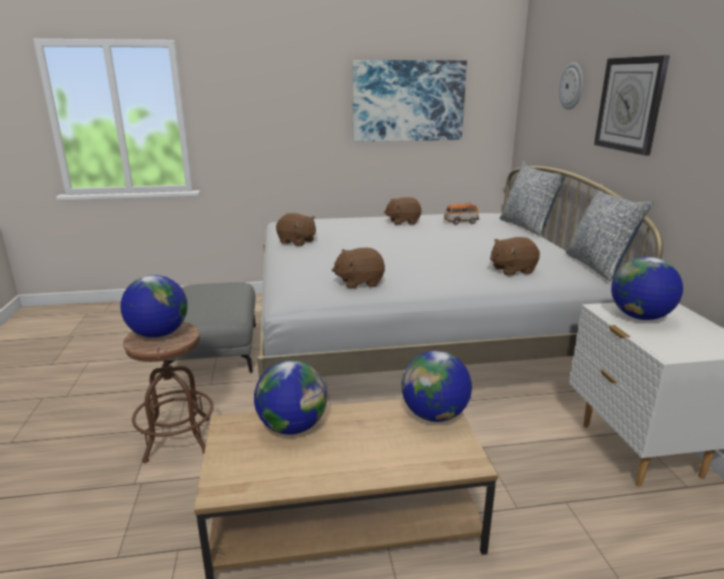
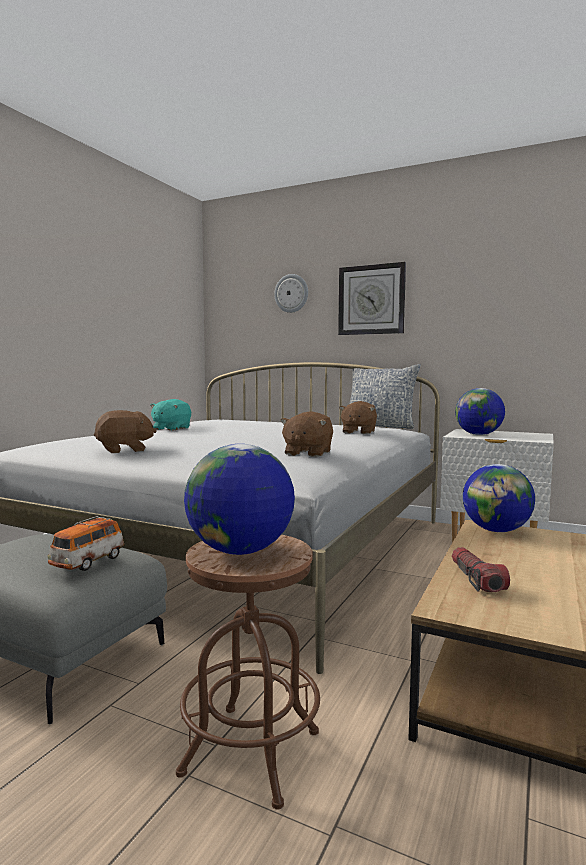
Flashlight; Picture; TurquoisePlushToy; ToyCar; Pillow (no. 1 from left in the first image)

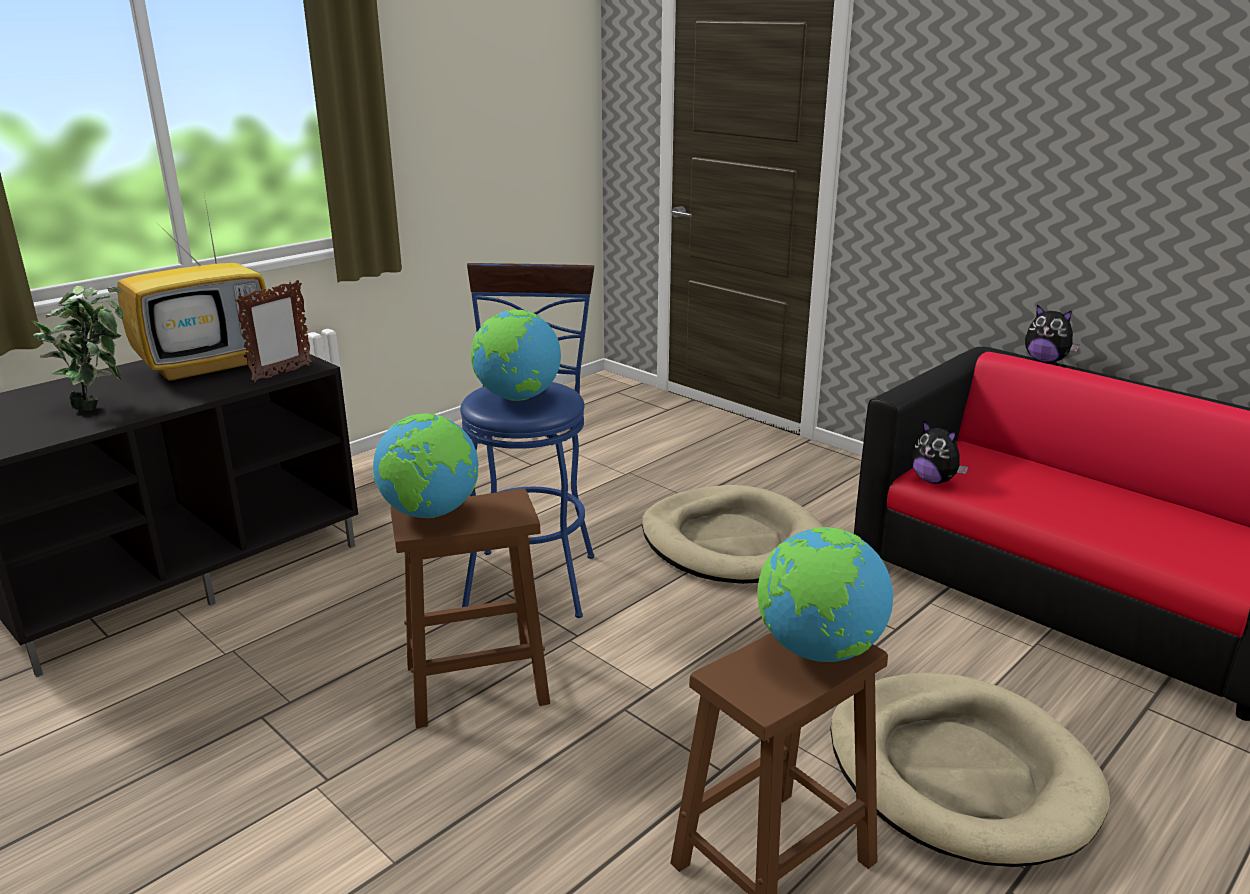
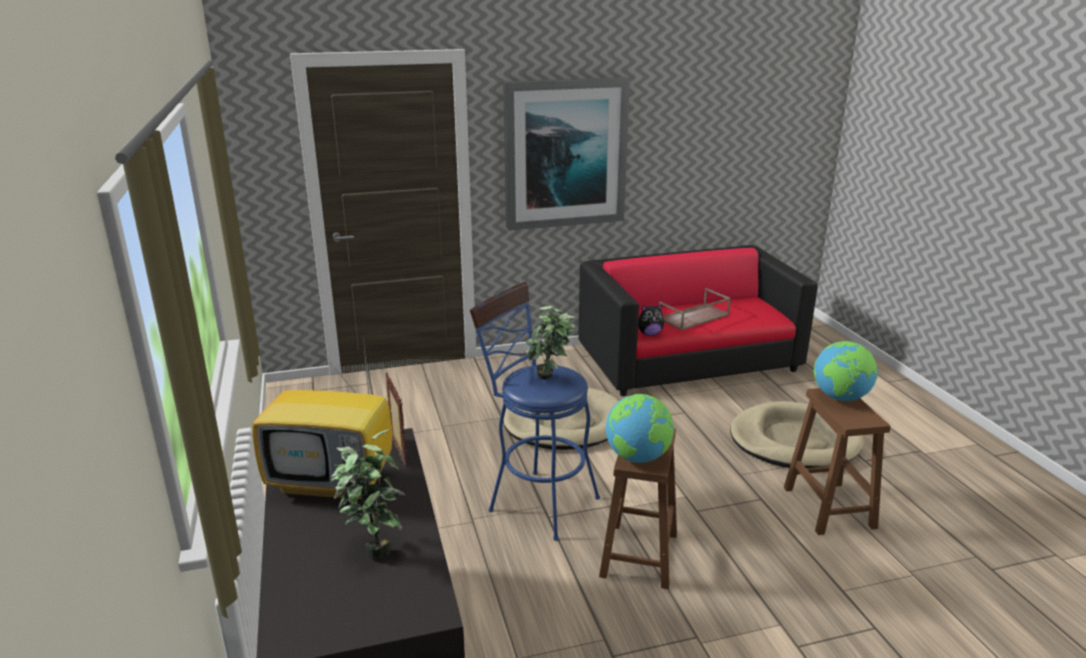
Television; PottedPlant (no. 2 from left); PlushToy (no. 2 from left in the first image); Picture; BrownTray

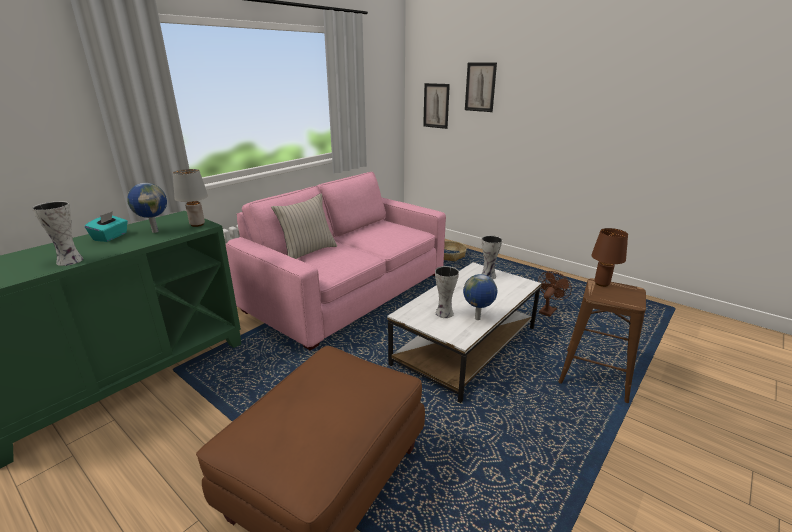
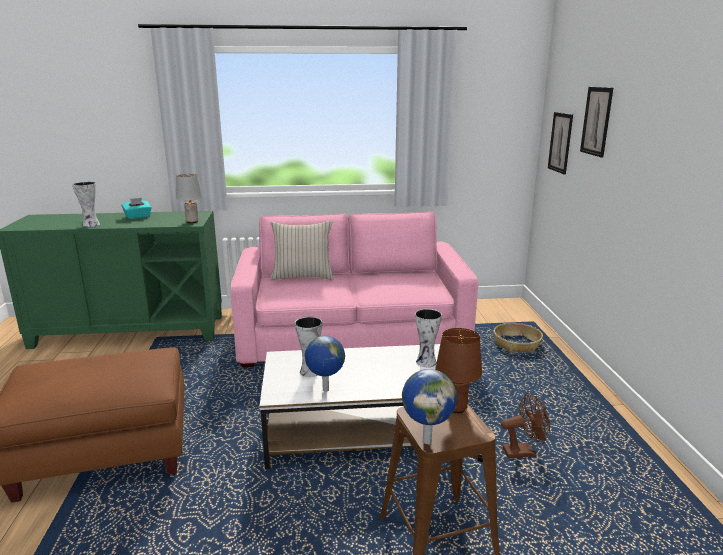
Globe (no. 2 from left)

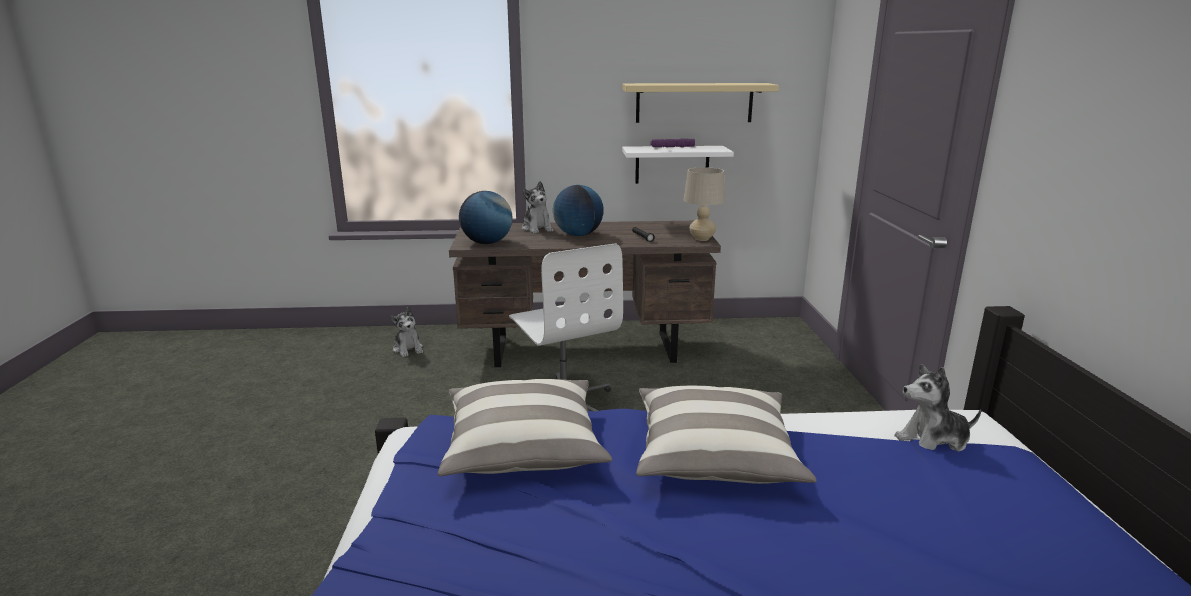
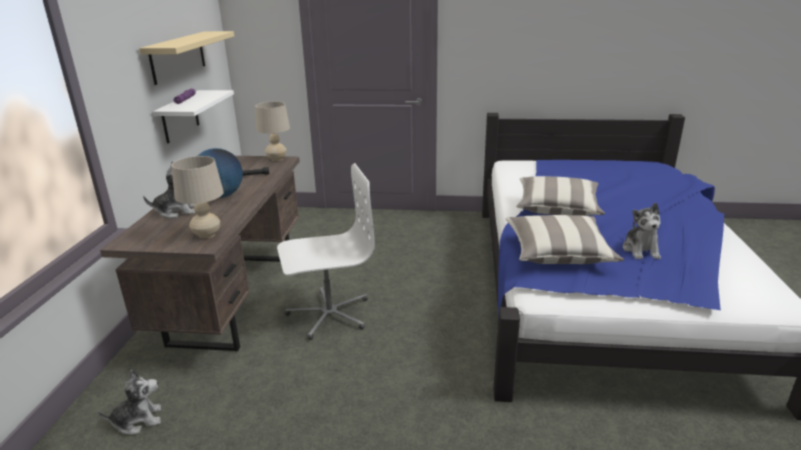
BeigeTableLamp (no. 1 from left); PlushToy (no. 3 from left)

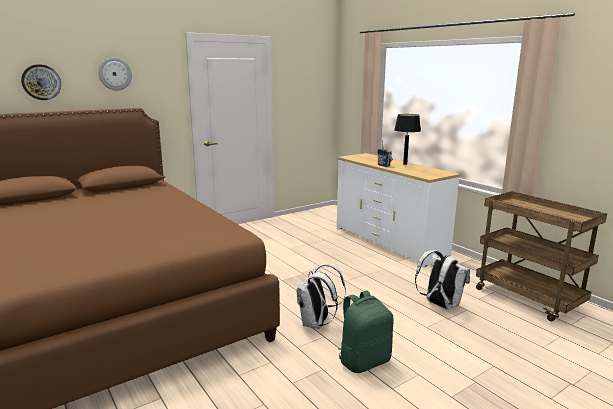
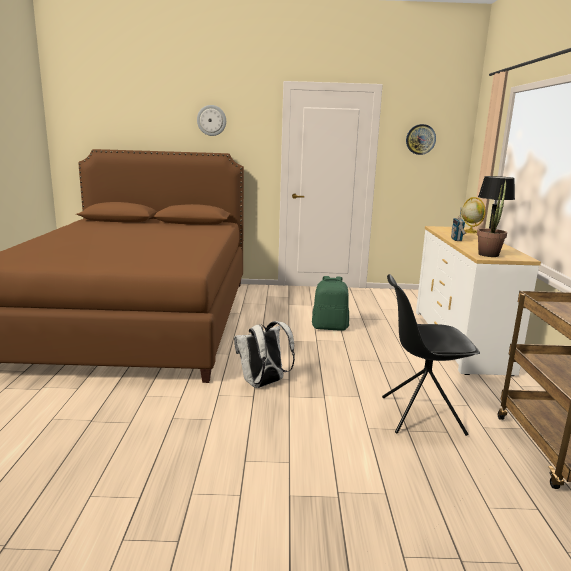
WallClock (no. 2 from left); GreenBackpack; BlackChair; Globe; PottedPlant

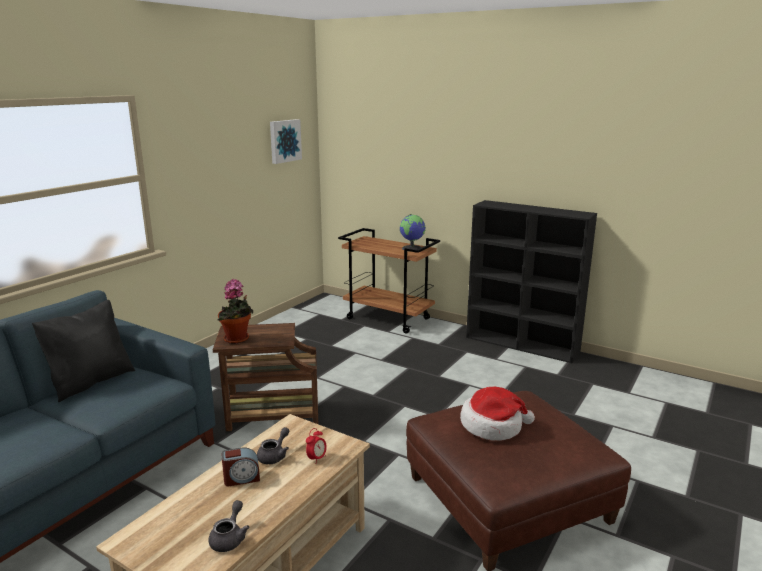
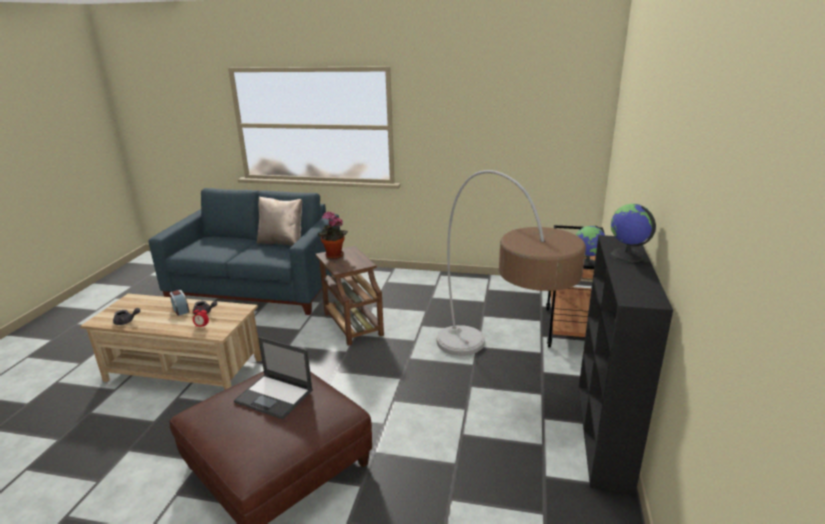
BeigePillow; Picture; Laptop; FloorLamp; Globe (no. 2 from left)

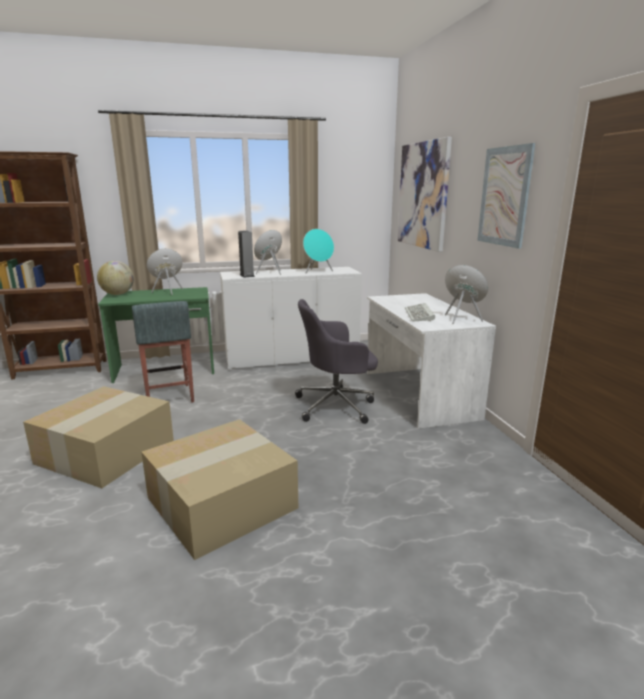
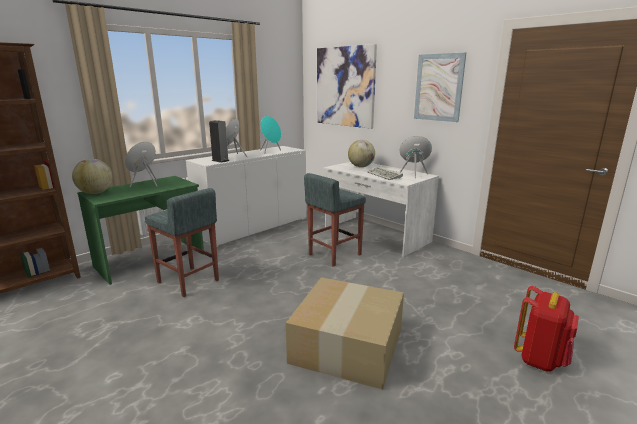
CardboardBox (no. 1 from left in the first image); GreyStool (no. 2 from left); Globe (no. 2 from left); RedBackpack

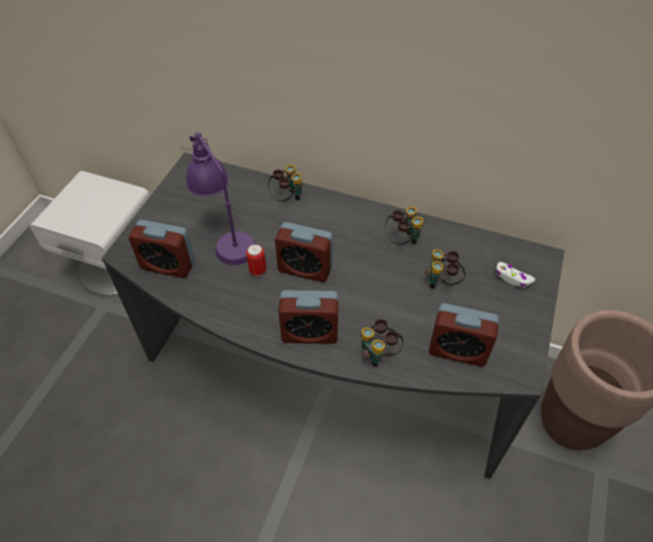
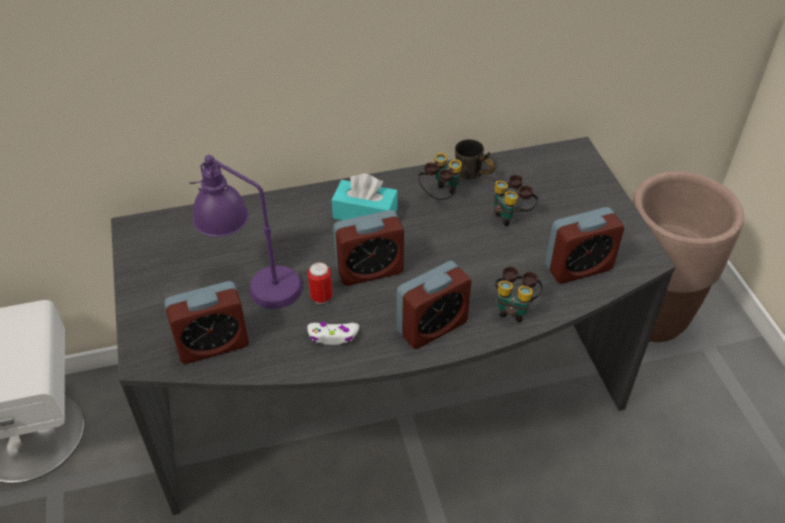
Binoculars (no. 1 from left in the first image); WhiteGameController; TurquoiseTissueBox; GreyMug

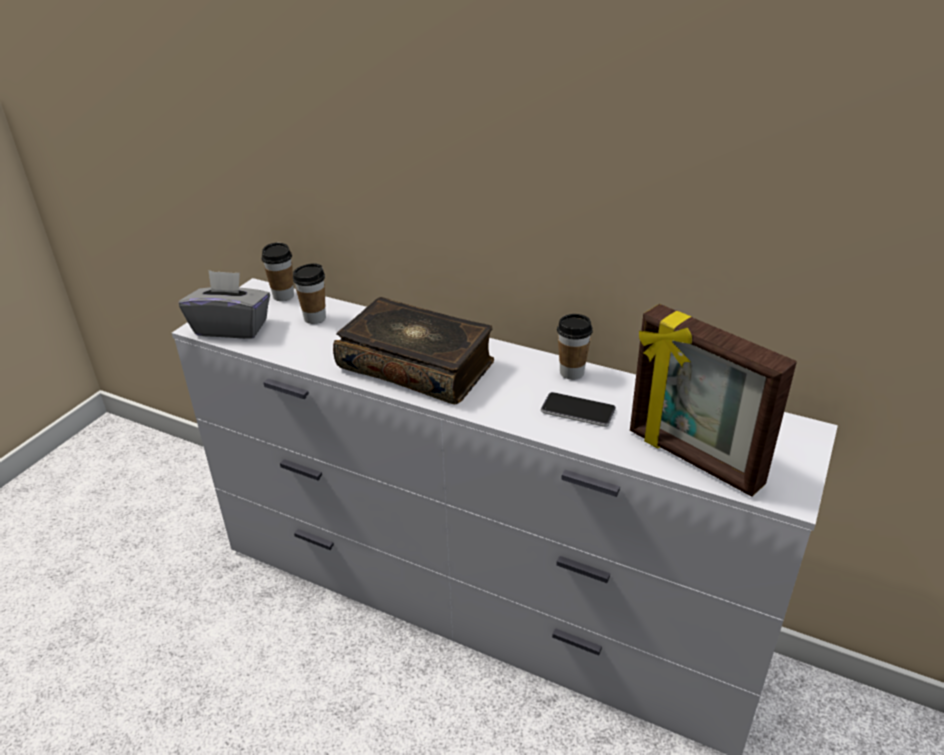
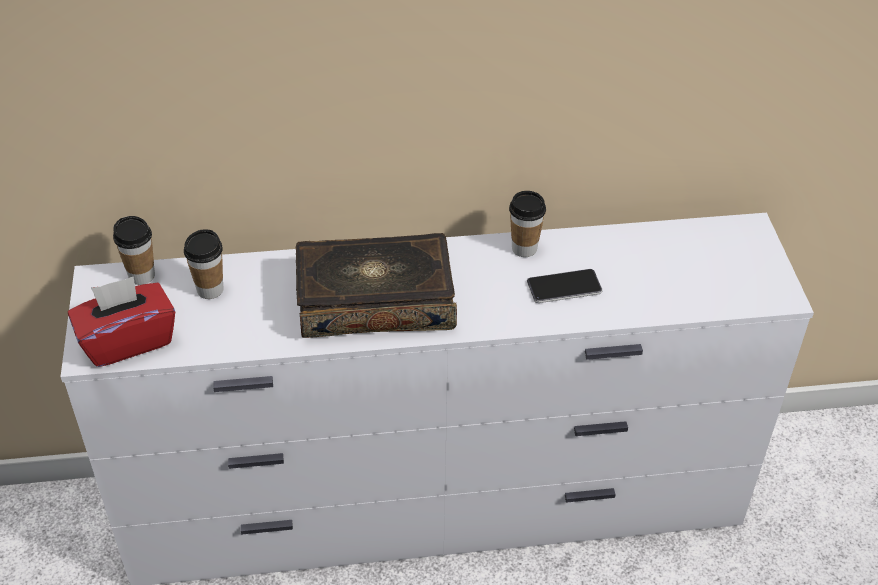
RedTissueBox; PictureFrame

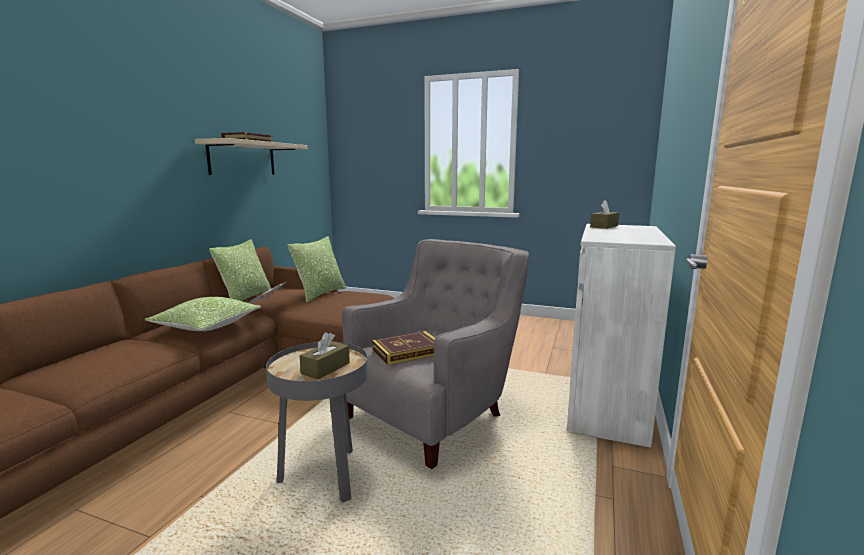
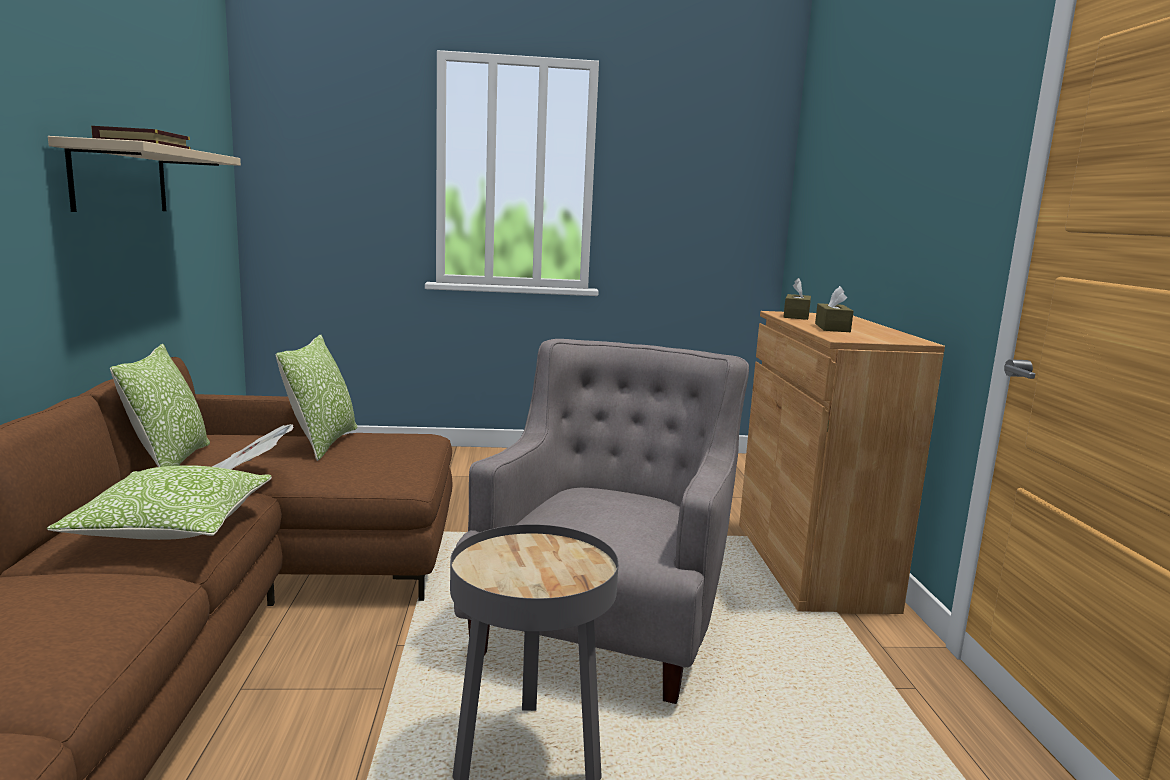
BrownTissueBox (no. 2 from left); Book (no. 2 from left in the first image); BrownCabinet

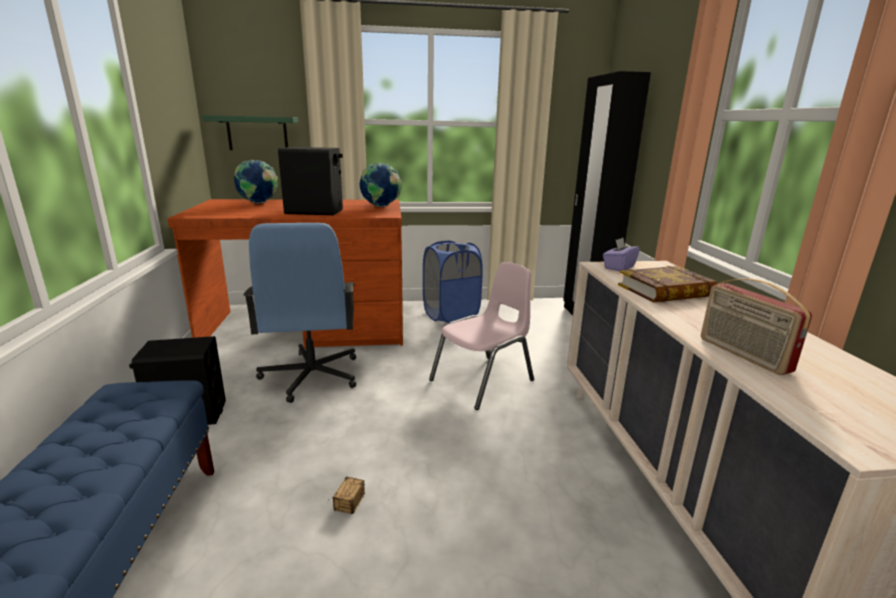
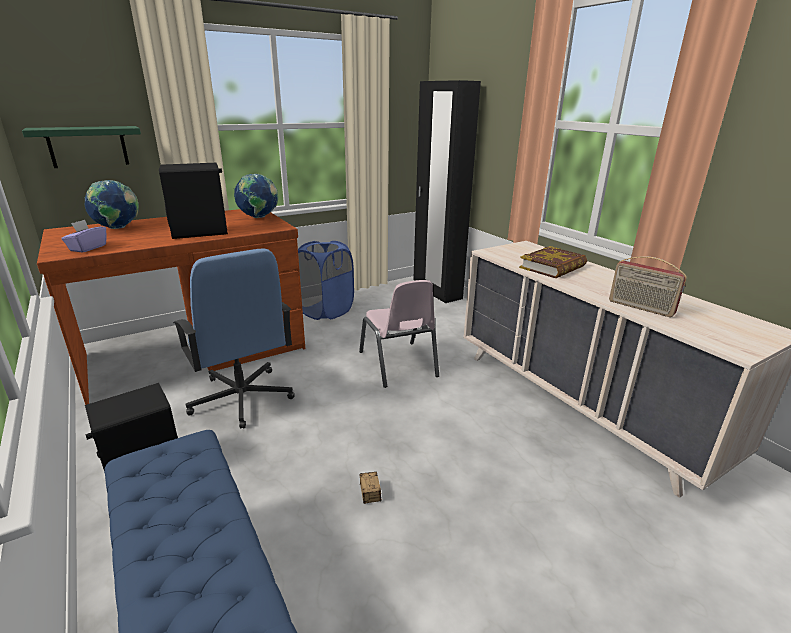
PinkChair; PurpleTissueBox

